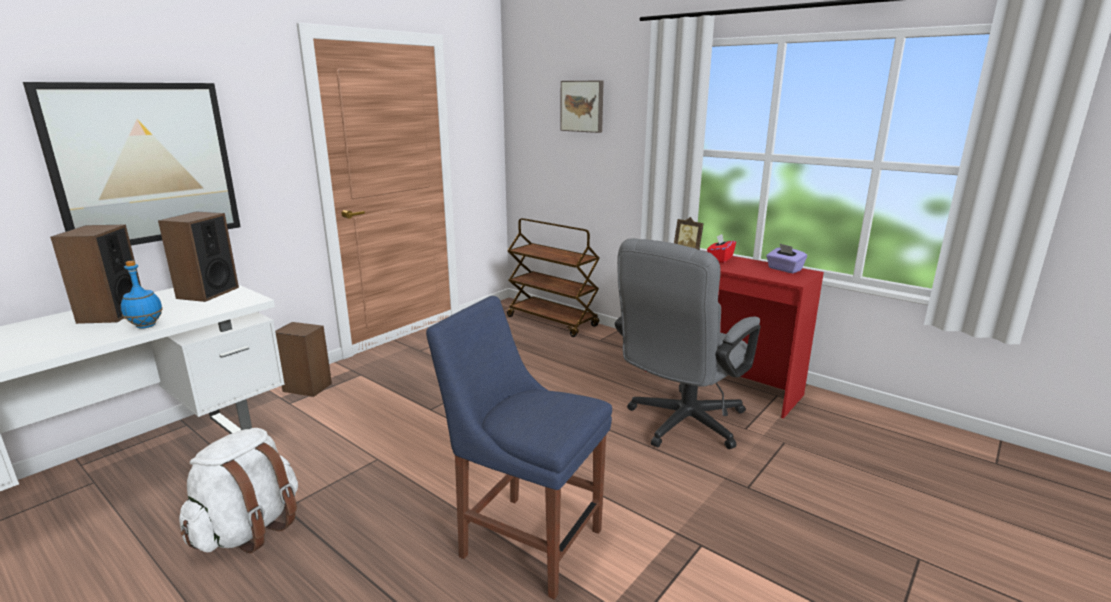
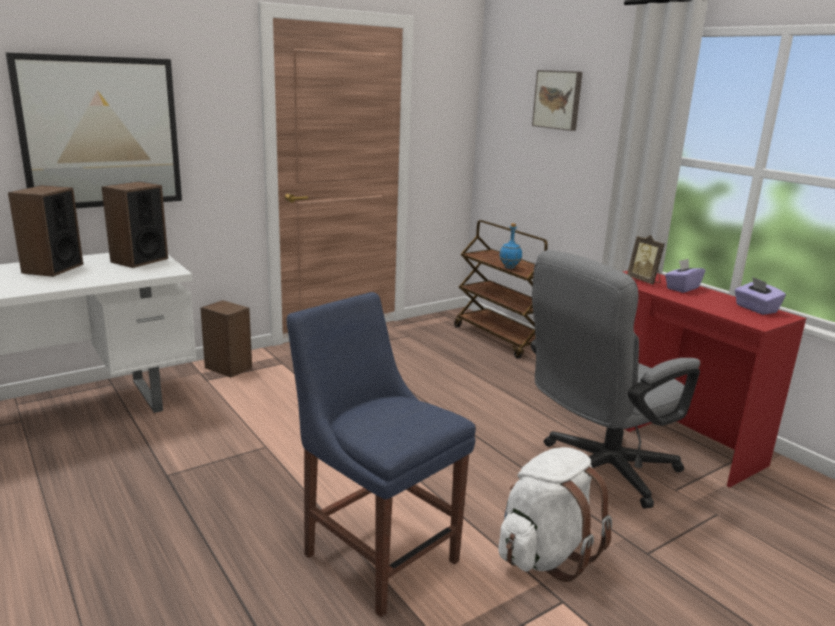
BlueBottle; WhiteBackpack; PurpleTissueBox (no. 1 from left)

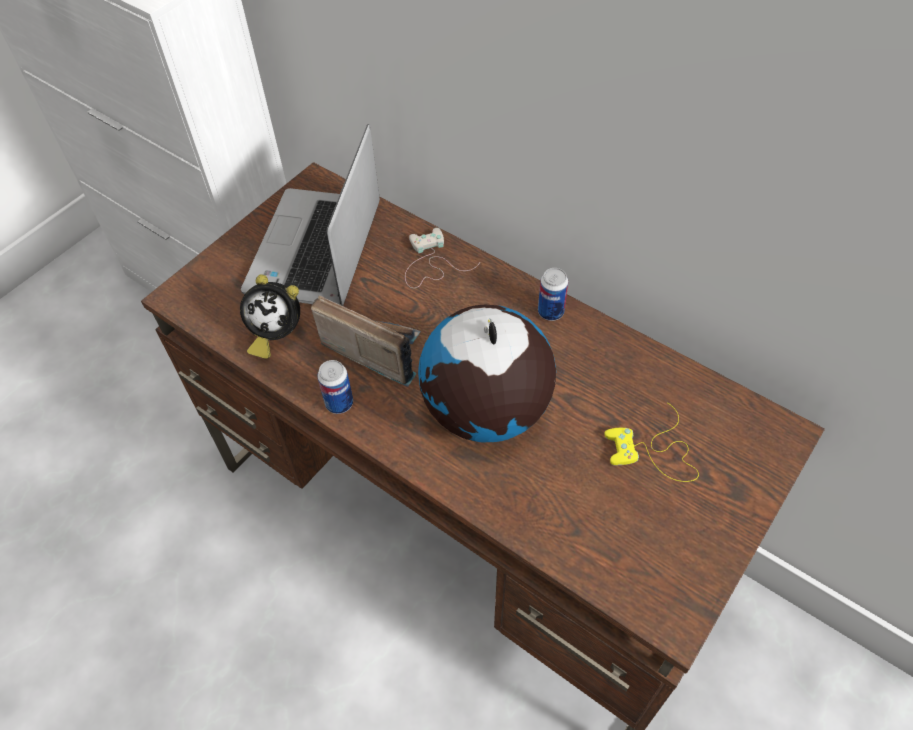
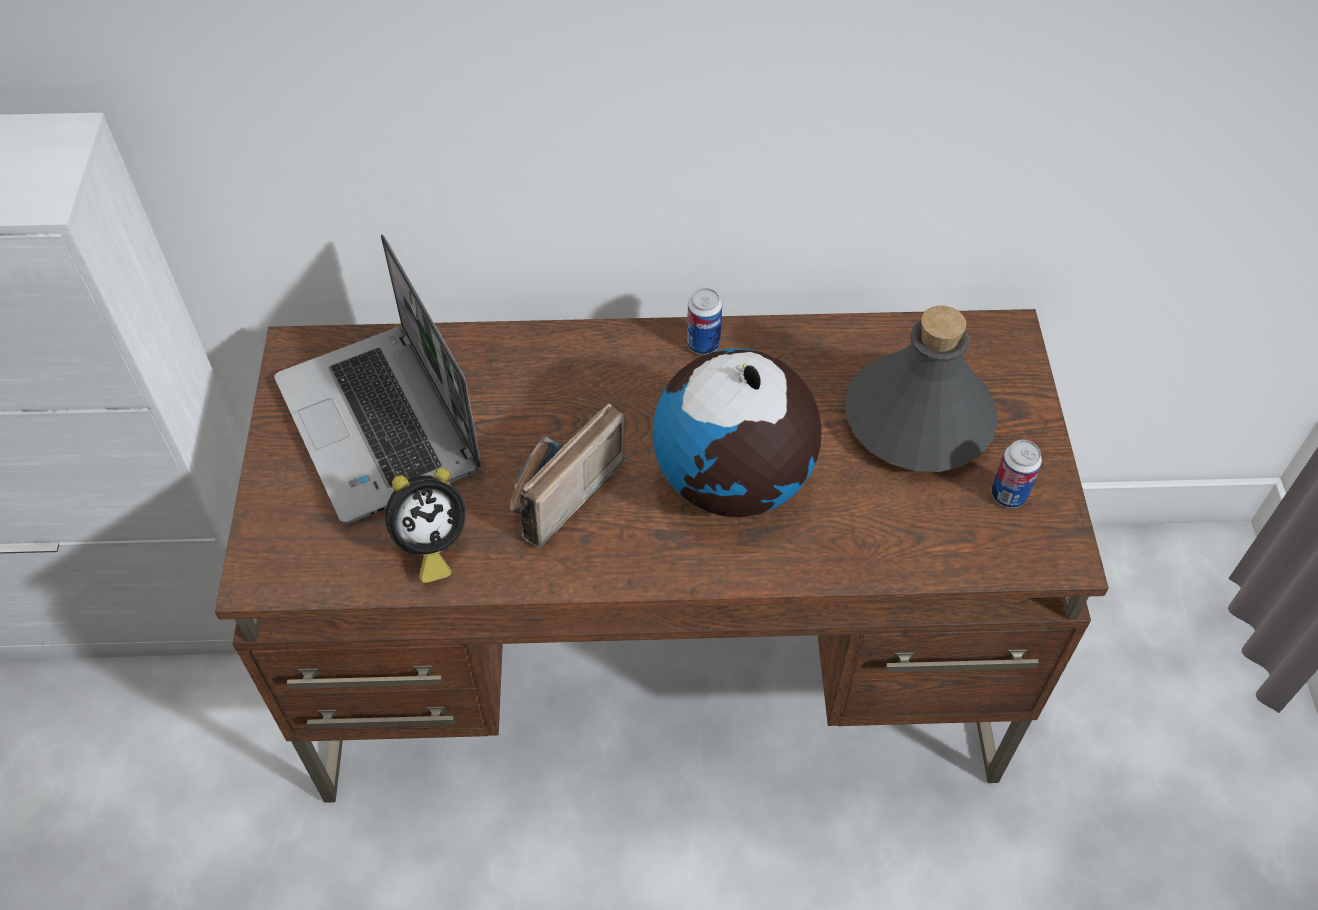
Radio; Can (no. 2 from left); WhiteGameController; GreyBottle

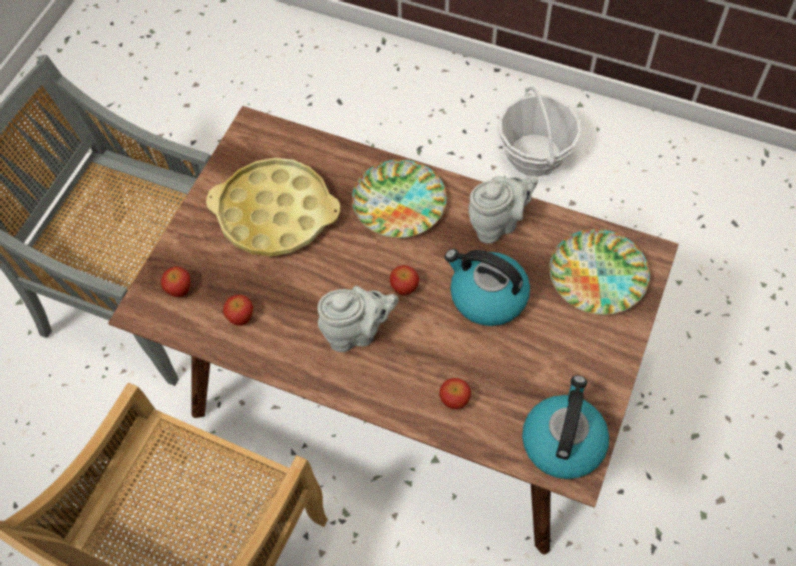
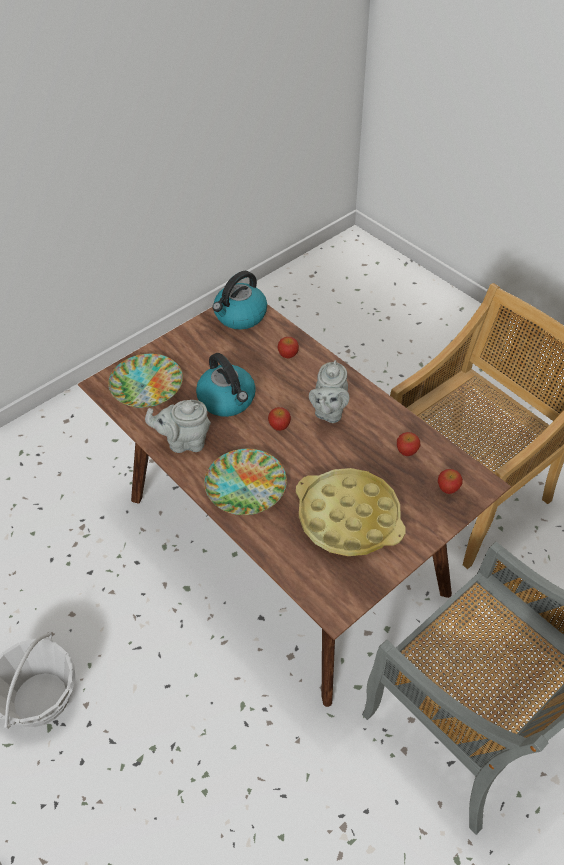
GreyTeapot (no. 2 from left)

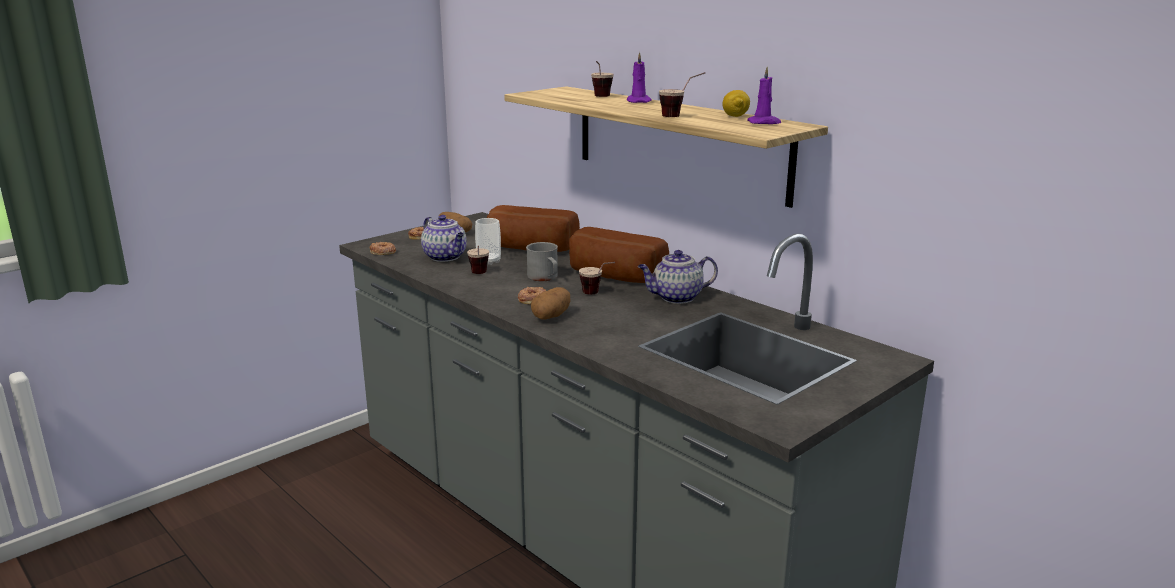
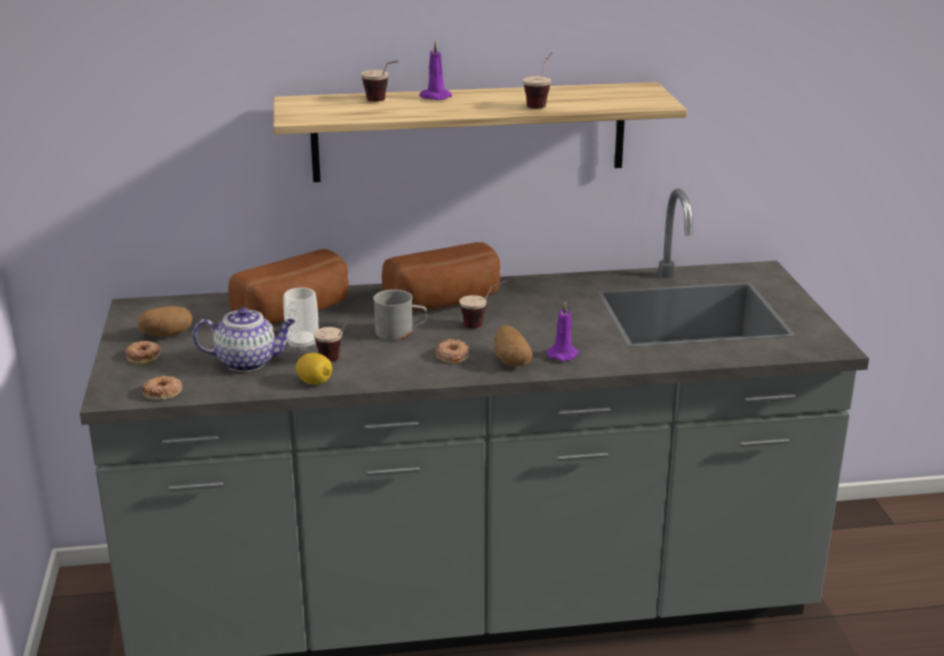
Teapot (no. 2 from left in the first image); Lemon; PurpleCandle (no. 2 from left)

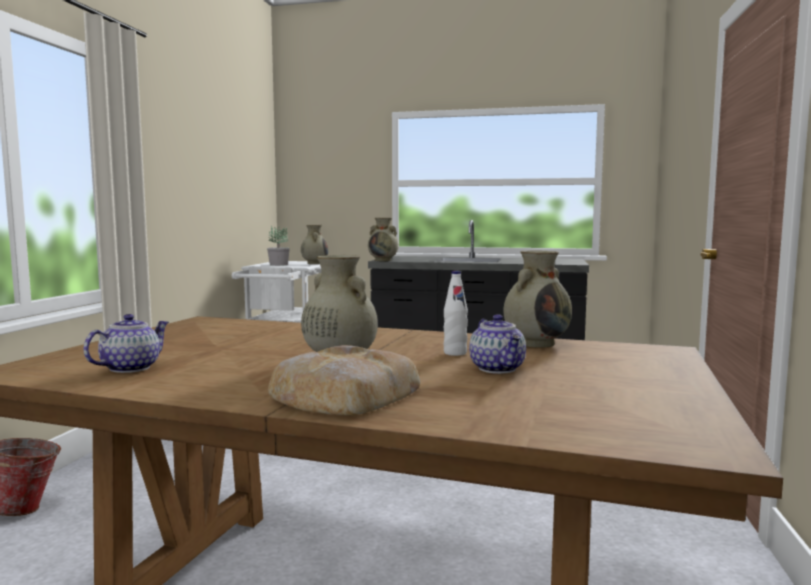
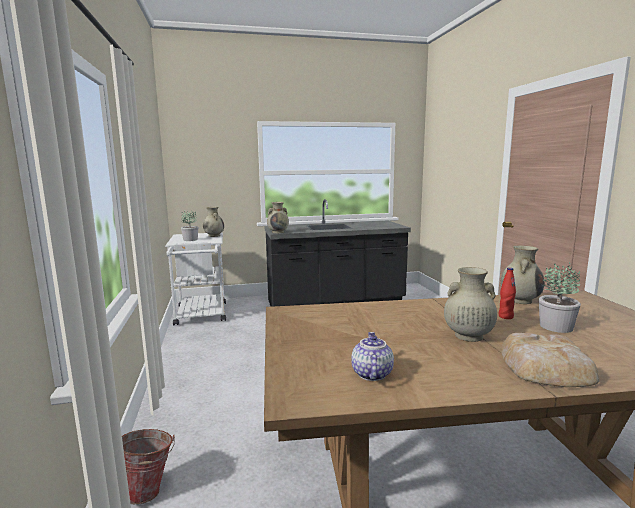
RedBottle; PottedPlant (no. 2 from left)

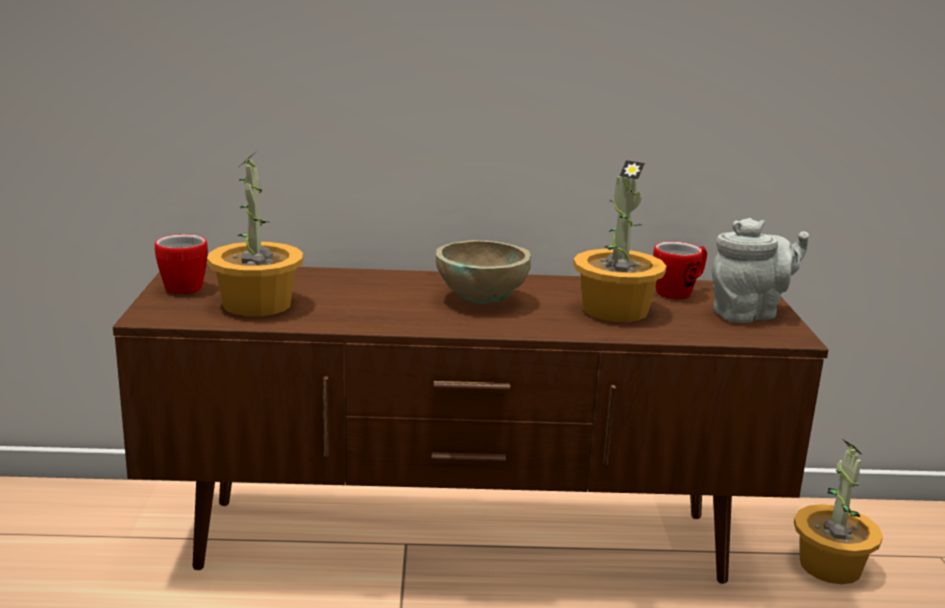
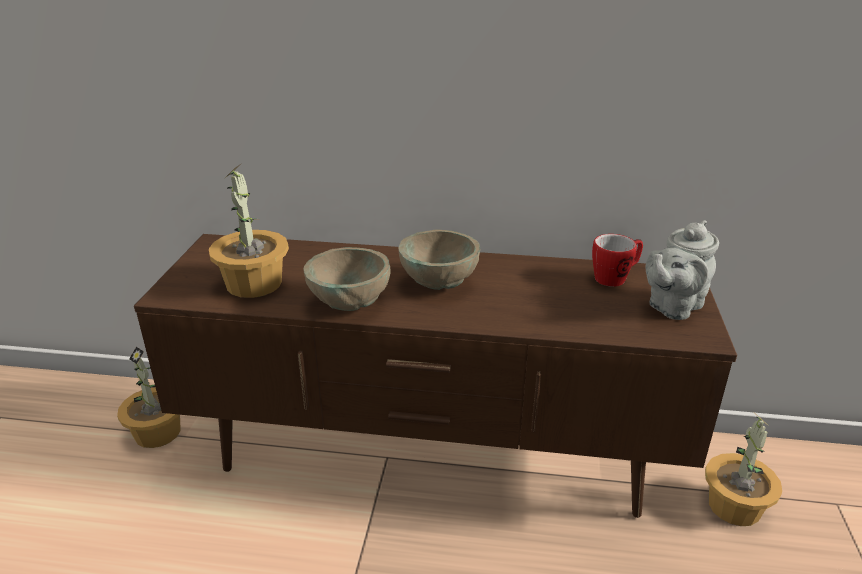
Mug (no. 1 from left in the first image); PottedPlant (no. 1 from left); GreyTeapot; BeigeBowl (no. 1 from left)

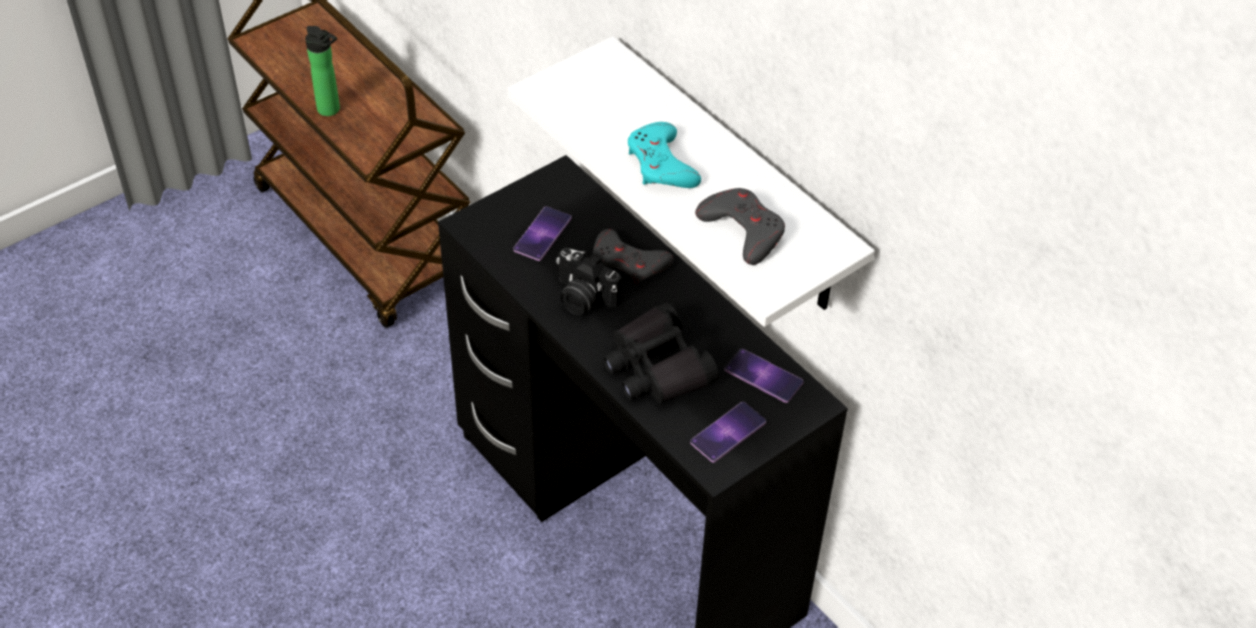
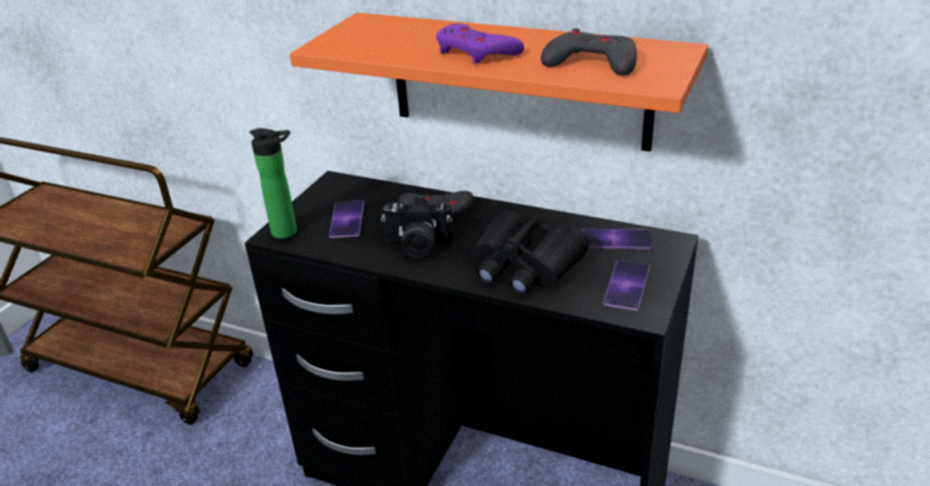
Bottle; OrangeShelf; PurpleGameController

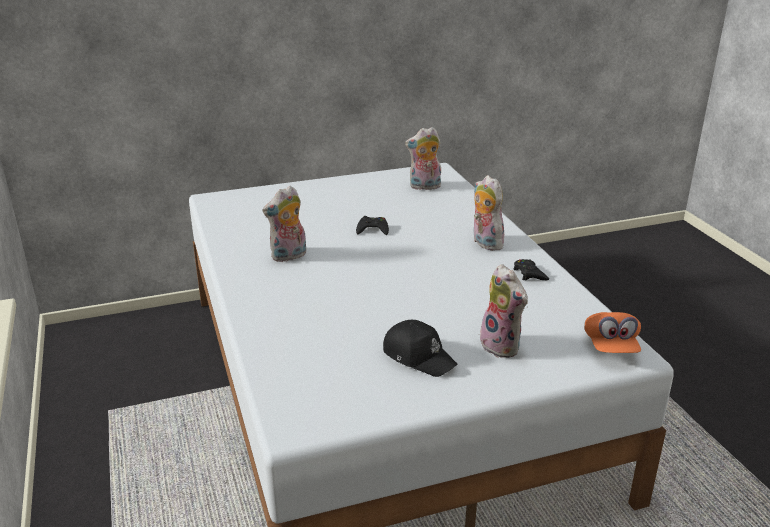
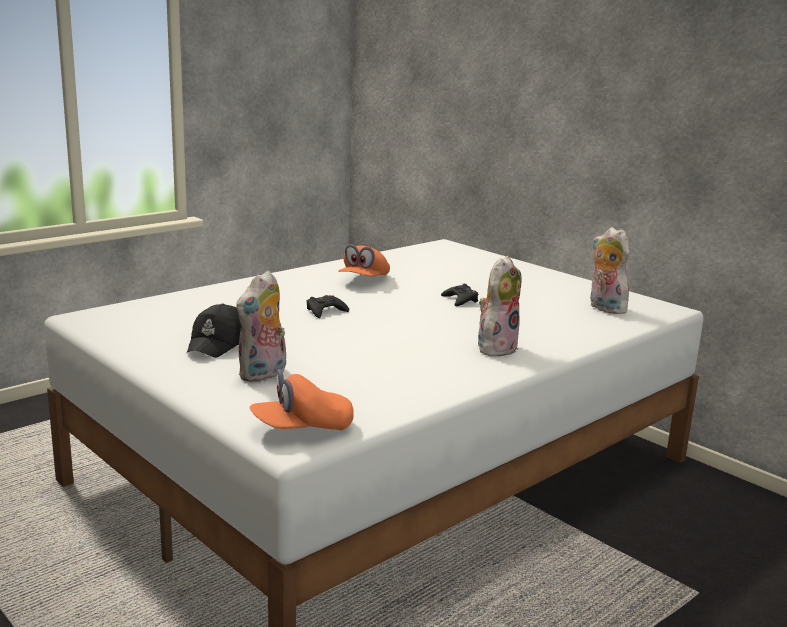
OrangeCap (no. 2 from left); BlackGameController (no. 1 from left)

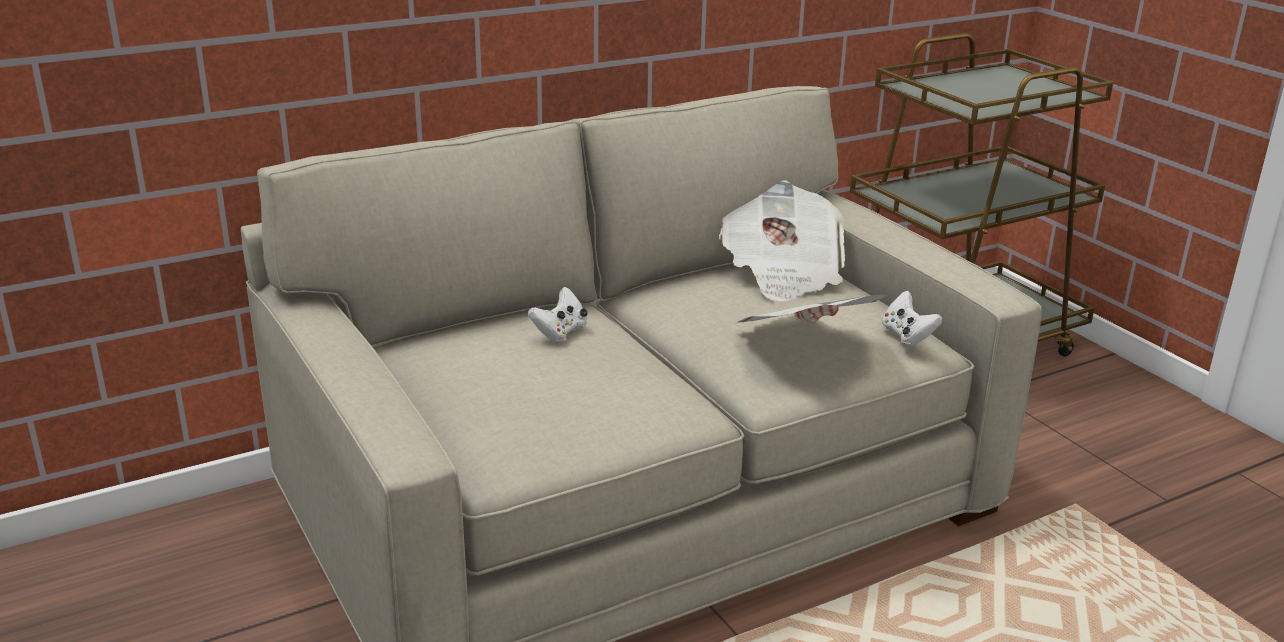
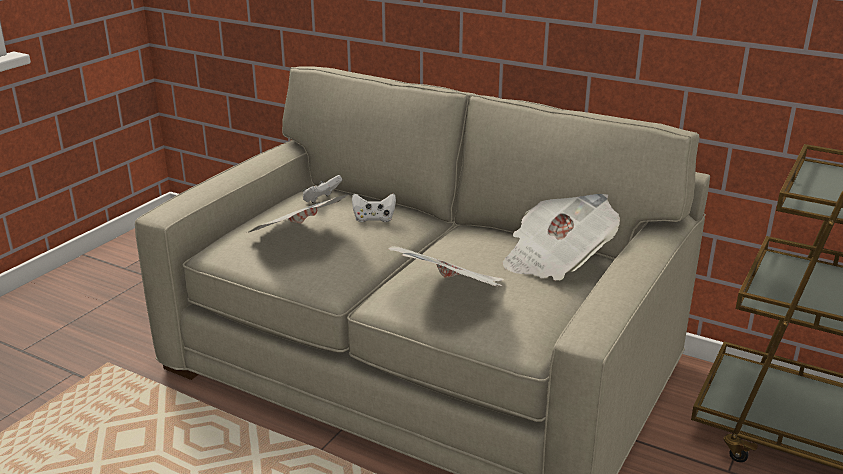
WhiteGameController (no. 1 from left); Newspaper (no. 1 from left)

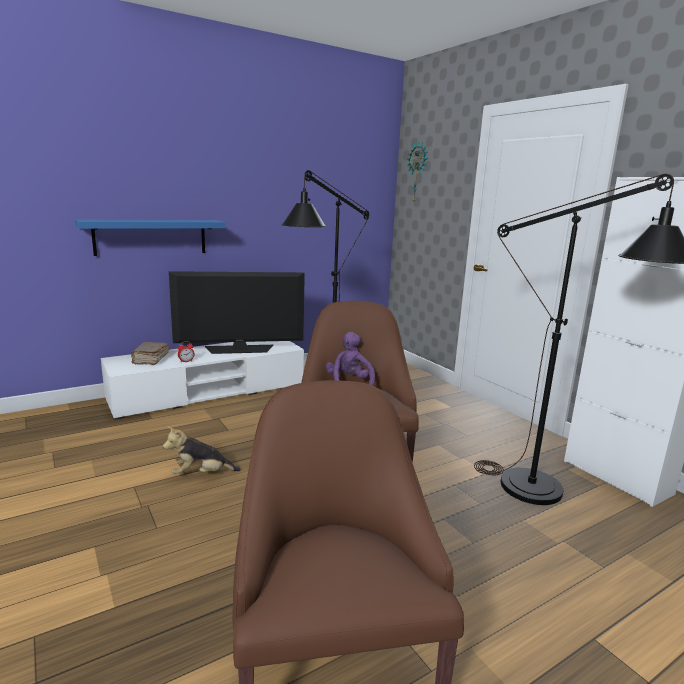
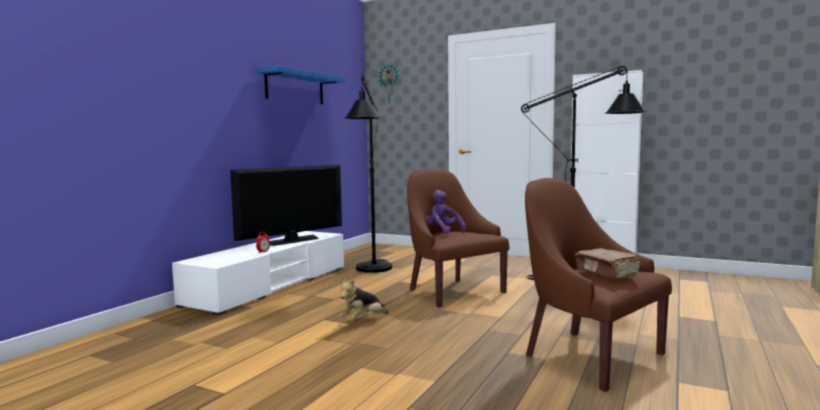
BlueShelf; BrownBook

